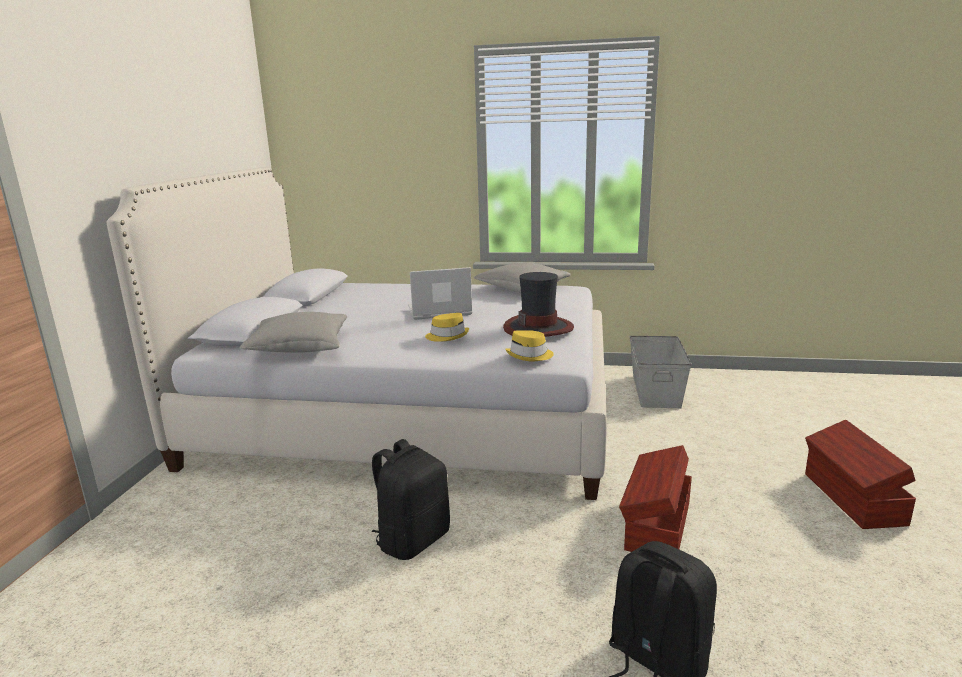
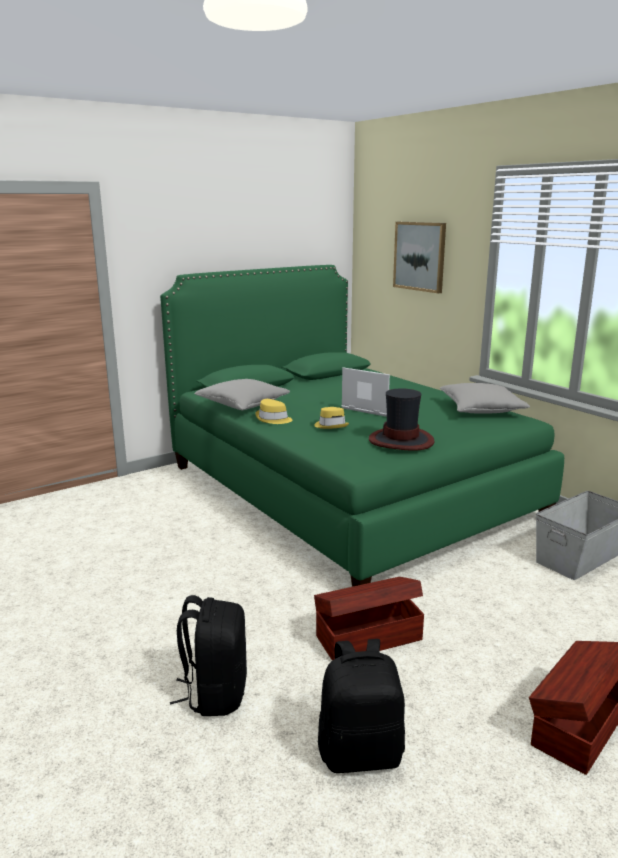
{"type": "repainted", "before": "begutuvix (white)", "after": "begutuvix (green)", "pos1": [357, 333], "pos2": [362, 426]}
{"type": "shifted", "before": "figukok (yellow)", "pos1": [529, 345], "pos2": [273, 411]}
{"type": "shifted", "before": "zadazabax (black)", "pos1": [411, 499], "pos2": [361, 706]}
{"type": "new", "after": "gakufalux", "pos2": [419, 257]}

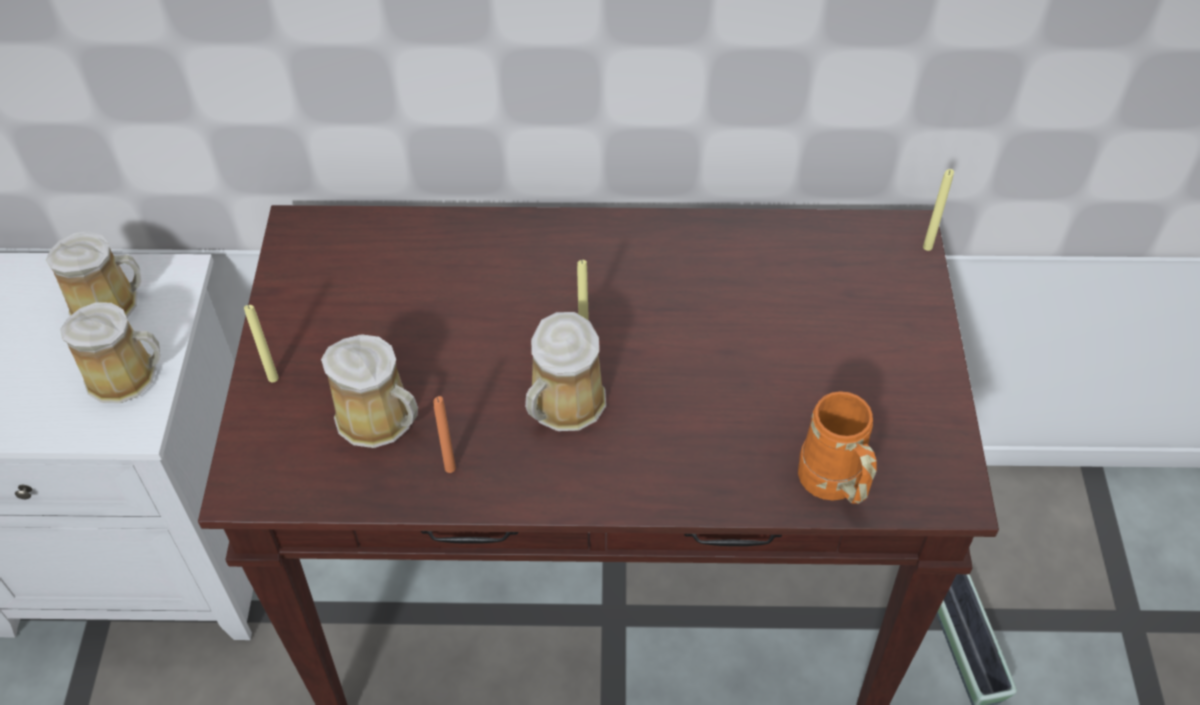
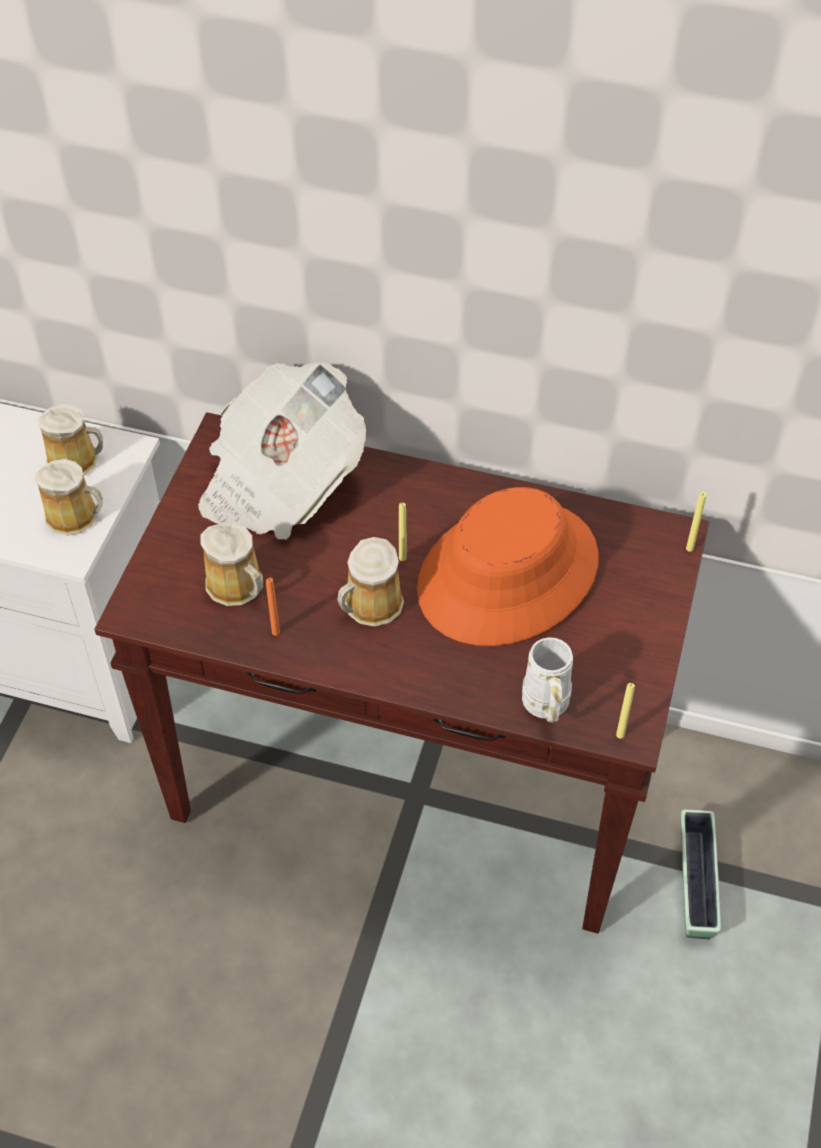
{"type": "new", "after": "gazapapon", "pos2": [282, 451]}
{"type": "new", "after": "figukok (orange)", "pos2": [508, 566]}
{"type": "repainted", "before": "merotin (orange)", "after": "merotin (white)", "pos1": [837, 447], "pos2": [547, 680]}
{"type": "shifted", "before": "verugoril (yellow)", "pos1": [261, 344], "pos2": [625, 711]}

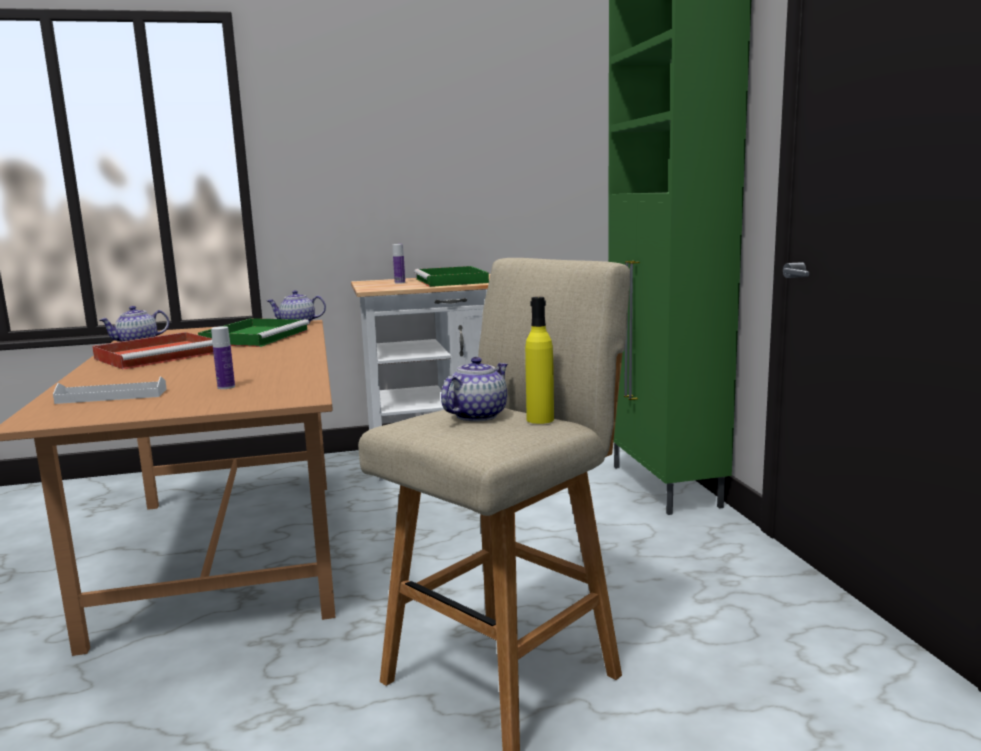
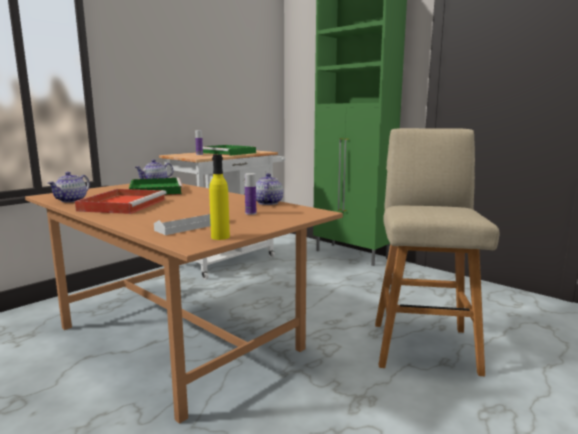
{"type": "shifted", "before": "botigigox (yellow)", "pos1": [539, 360], "pos2": [219, 197]}
{"type": "shifted", "before": "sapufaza", "pos1": [474, 389], "pos2": [269, 189]}

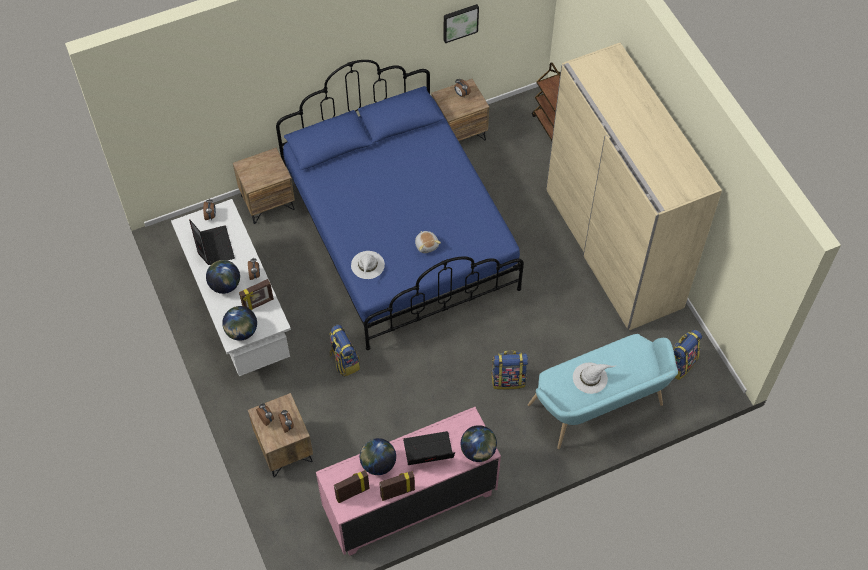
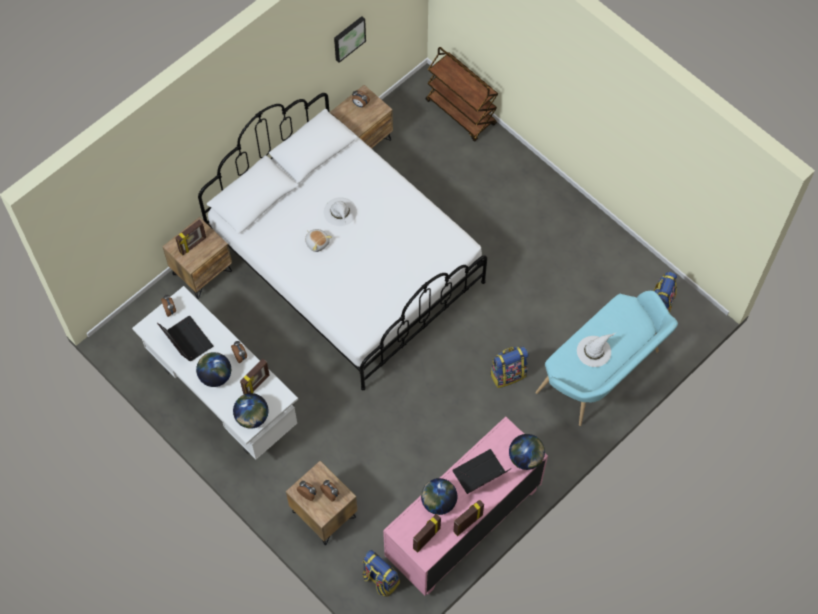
{"type": "new", "after": "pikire", "pos2": [190, 237]}
{"type": "repainted", "before": "begutuvix (blue)", "after": "begutuvix (white)", "pos1": [400, 205], "pos2": [342, 241]}
{"type": "shifted", "before": "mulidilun", "pos1": [428, 242], "pos2": [318, 240]}
{"type": "shifted", "before": "figukok (white)", "pos1": [368, 265], "pos2": [340, 211]}
{"type": "shifted", "before": "zadazabax", "pos1": [344, 350], "pos2": [381, 573]}
{"type": "gone", "before": "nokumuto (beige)", "pos1": [634, 186]}

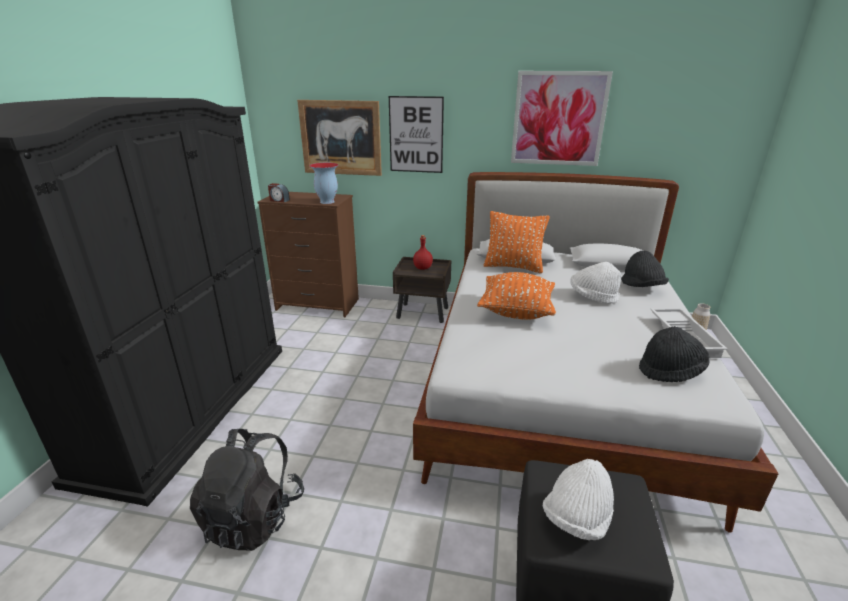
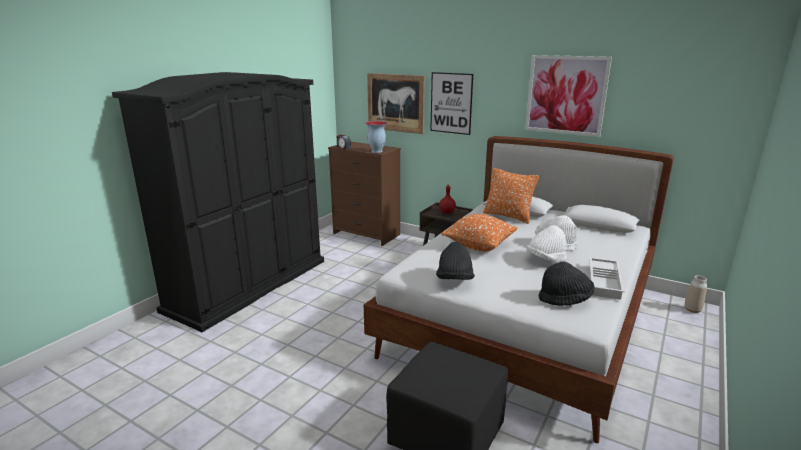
{"type": "shifted", "before": "figukok (black)", "pos1": [645, 268], "pos2": [455, 261]}
{"type": "shifted", "before": "figukok (white)", "pos1": [578, 499], "pos2": [546, 243]}
{"type": "gone", "before": "zadazabax (black)", "pos1": [247, 490]}

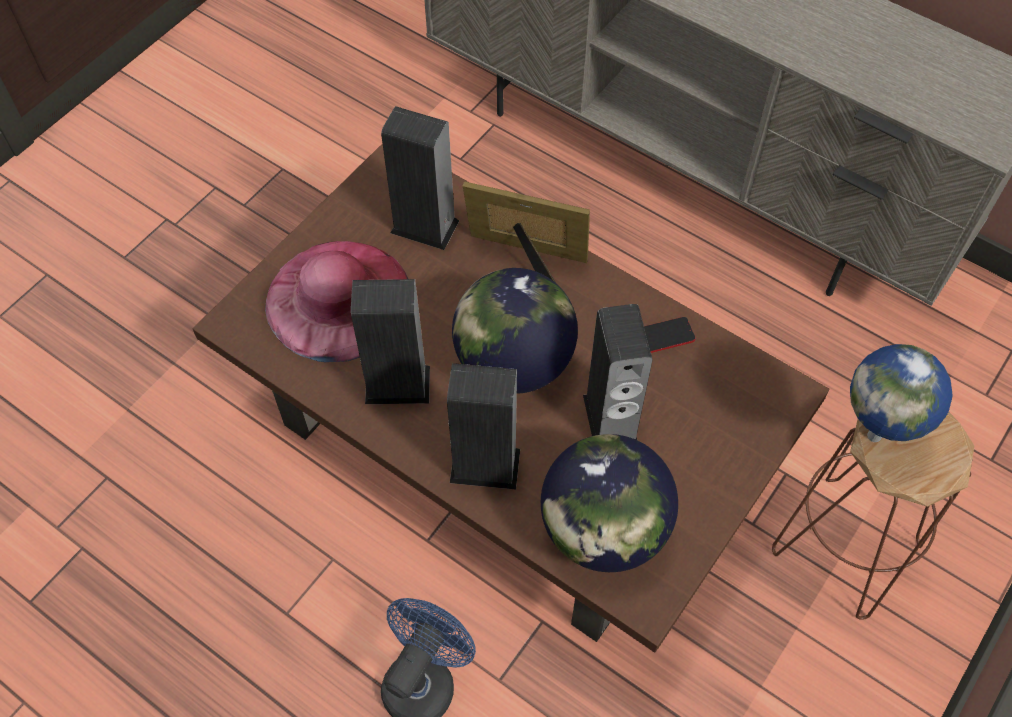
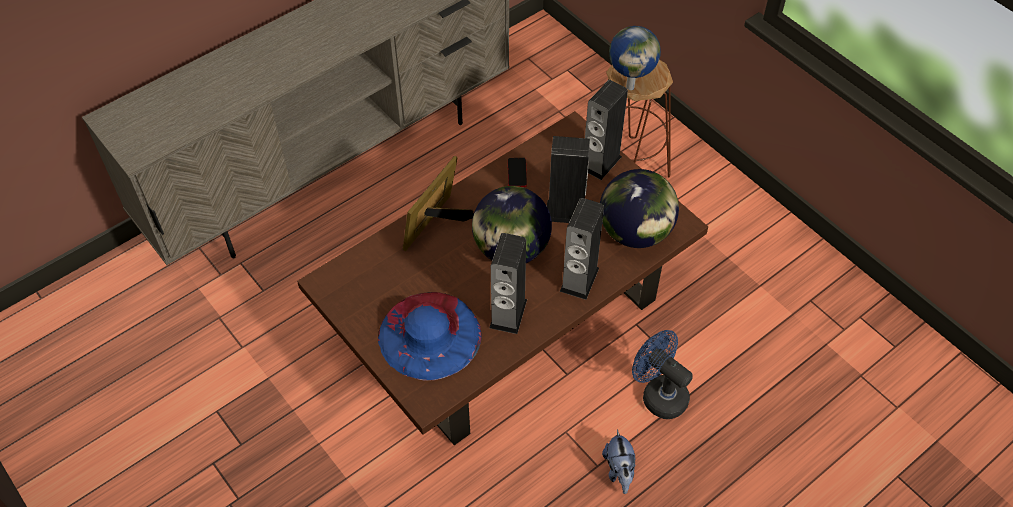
{"type": "repainted", "before": "figukok (pink)", "after": "figukok (blue)", "pos1": [336, 301], "pos2": [430, 336]}
{"type": "shifted", "before": "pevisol", "pos1": [420, 178], "pos2": [606, 130]}
{"type": "new", "after": "mulidilun", "pos2": [619, 462]}

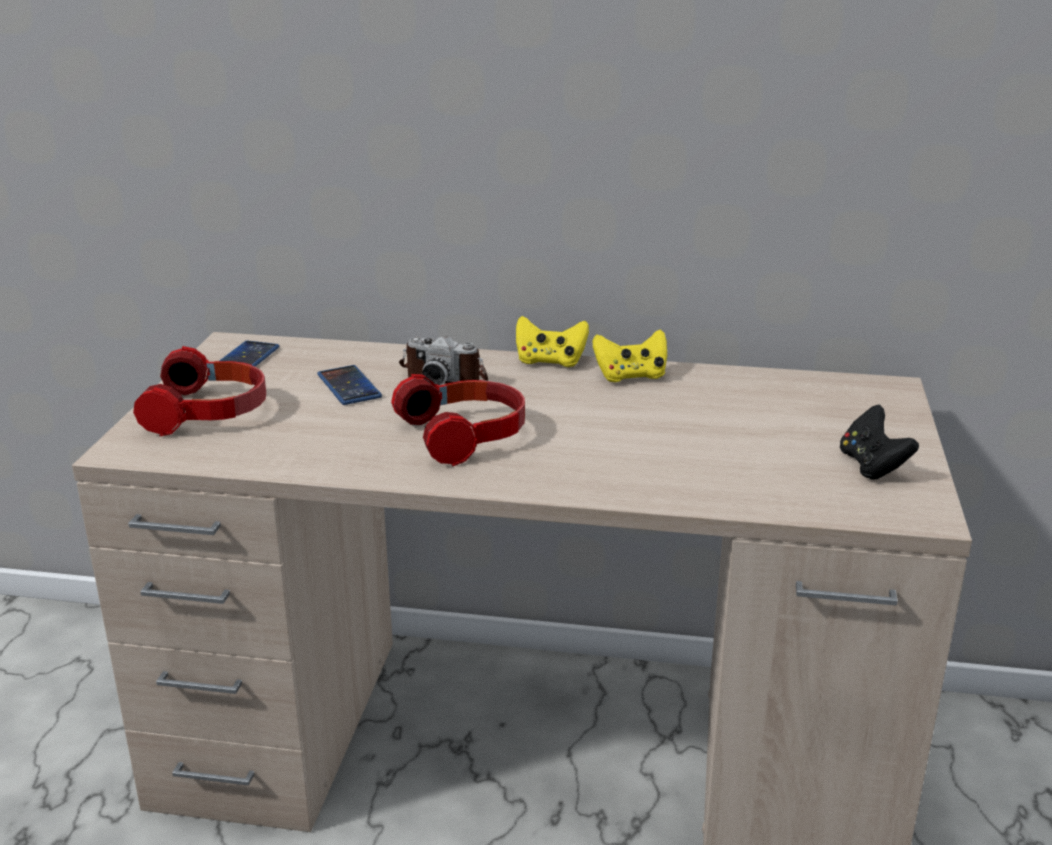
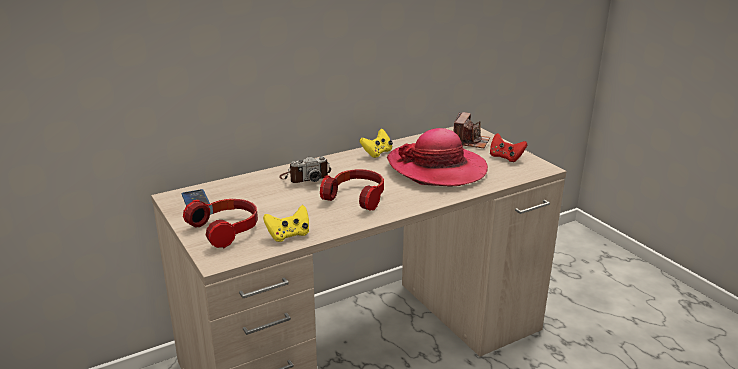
{"type": "shifted", "before": "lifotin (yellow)", "pos1": [552, 341], "pos2": [286, 223]}
{"type": "new", "after": "figukok", "pos2": [437, 157]}
{"type": "new", "after": "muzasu", "pos2": [472, 130]}
{"type": "repainted", "before": "lifotin (black)", "after": "lifotin (red)", "pos1": [879, 442], "pos2": [508, 147]}
{"type": "gone", "before": "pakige", "pos1": [349, 385]}

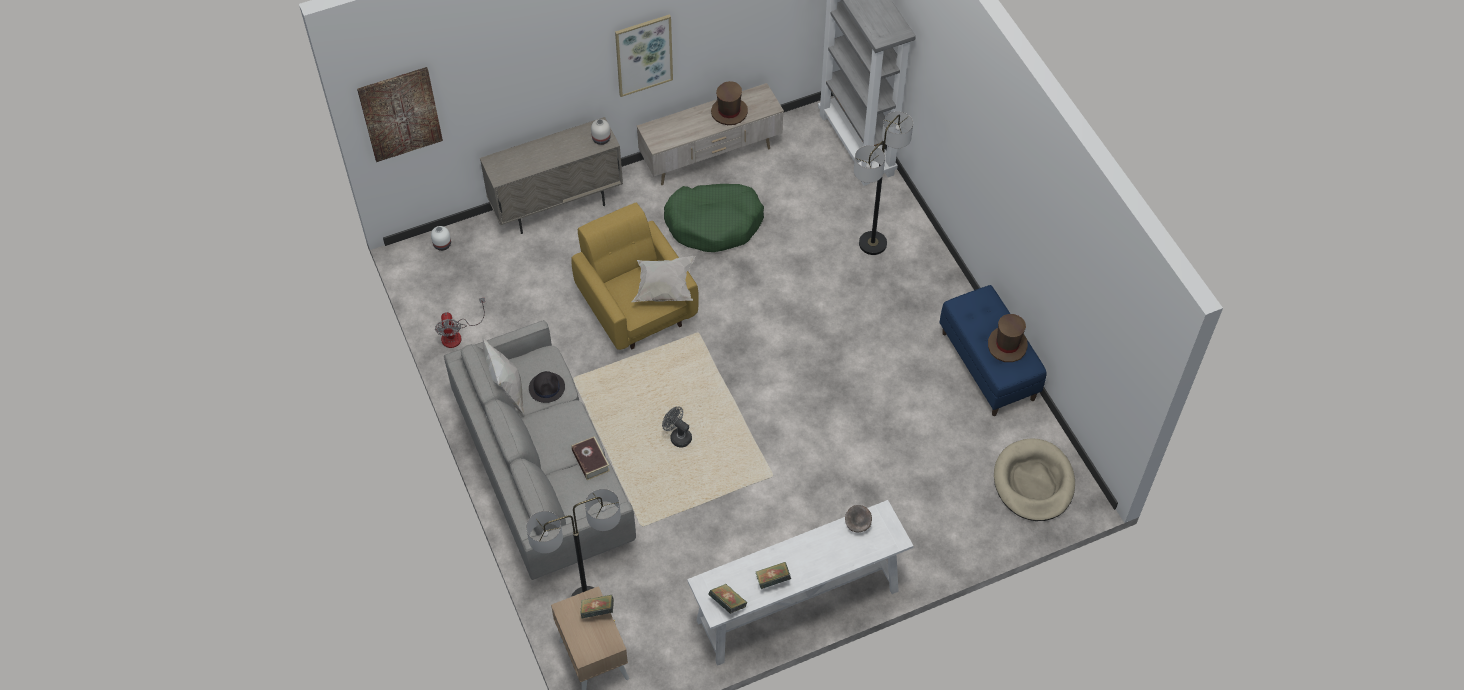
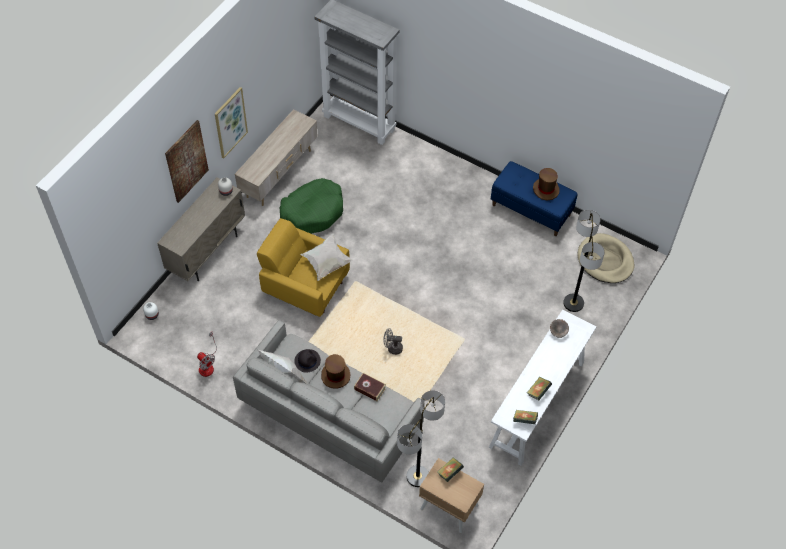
{"type": "shifted", "before": "gakufalux", "pos1": [400, 114], "pos2": [187, 161]}
{"type": "shifted", "before": "figukok (brown)", "pos1": [729, 103], "pos2": [336, 371]}
{"type": "shifted", "before": "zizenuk", "pos1": [883, 183], "pos2": [584, 261]}

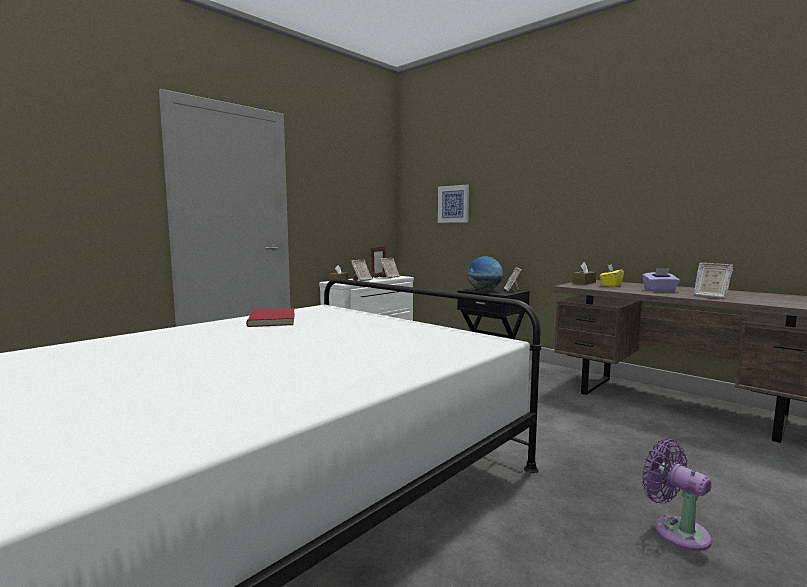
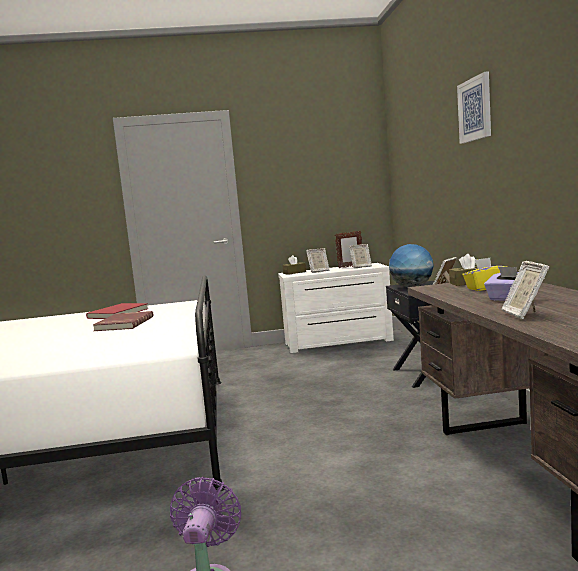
{"type": "new", "after": "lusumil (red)", "pos2": [123, 321]}
{"type": "shifted", "before": "gakufalux", "pos1": [453, 203], "pos2": [474, 107]}

